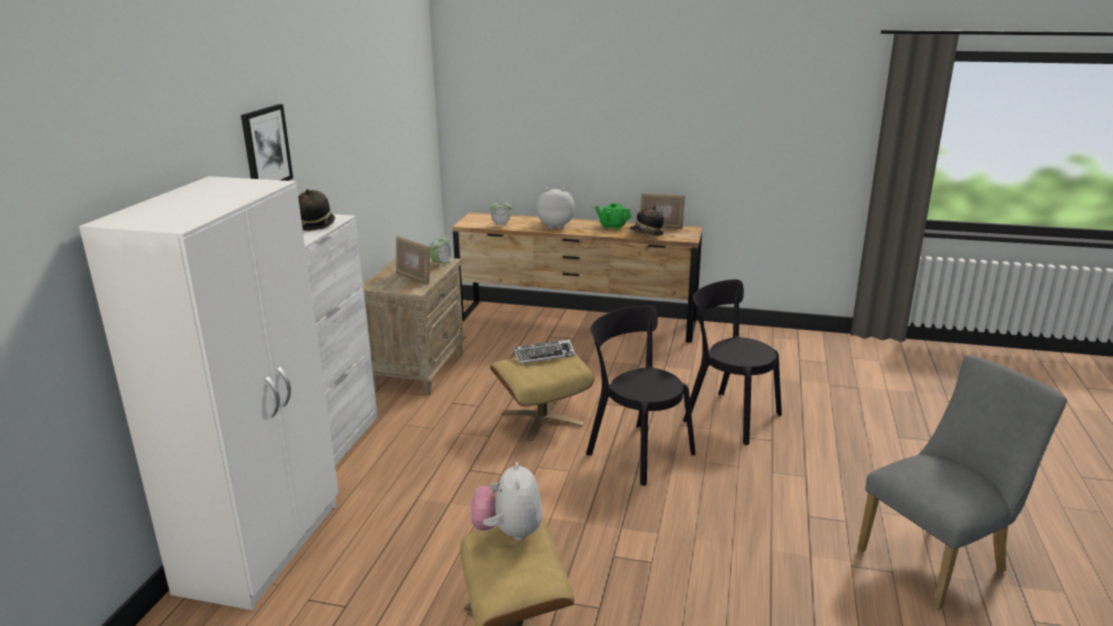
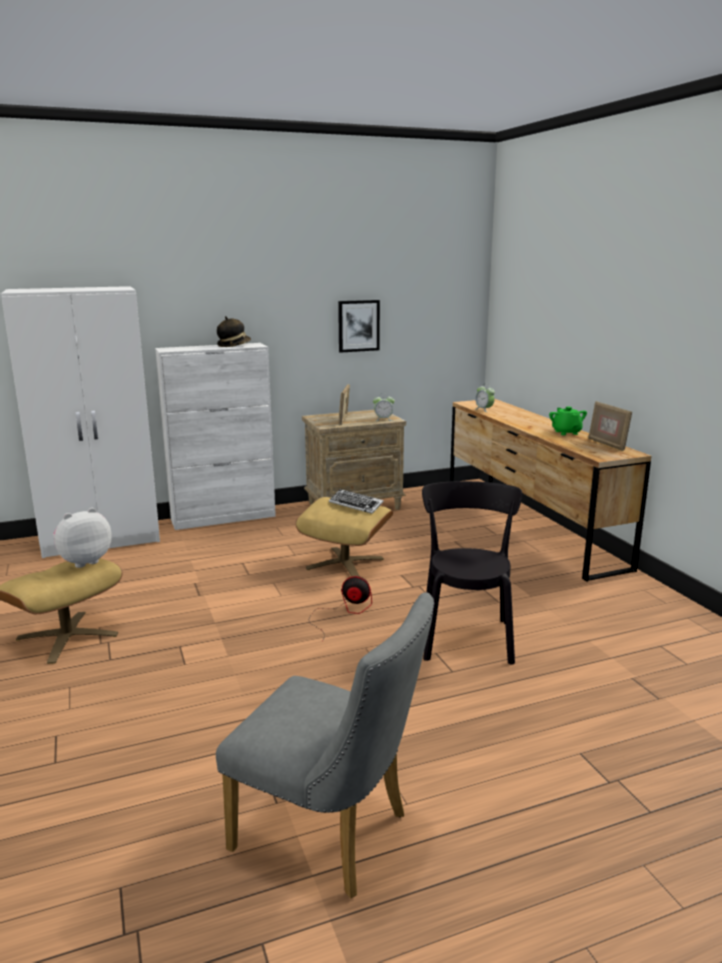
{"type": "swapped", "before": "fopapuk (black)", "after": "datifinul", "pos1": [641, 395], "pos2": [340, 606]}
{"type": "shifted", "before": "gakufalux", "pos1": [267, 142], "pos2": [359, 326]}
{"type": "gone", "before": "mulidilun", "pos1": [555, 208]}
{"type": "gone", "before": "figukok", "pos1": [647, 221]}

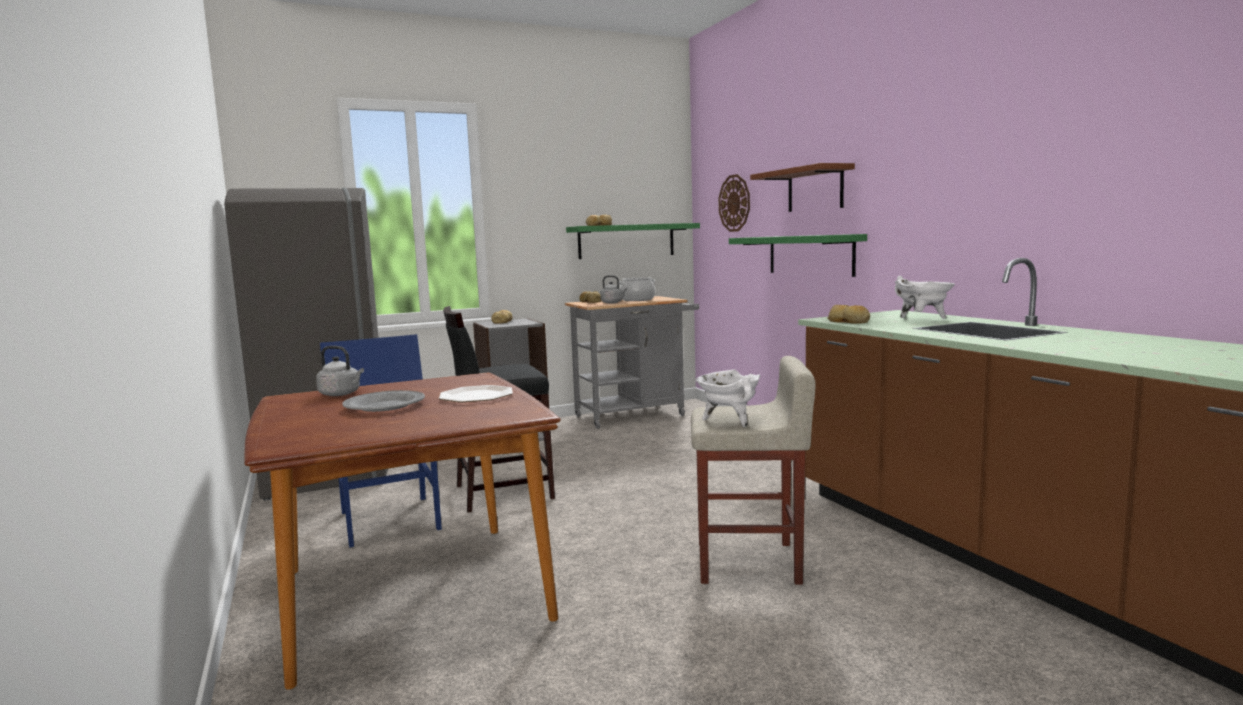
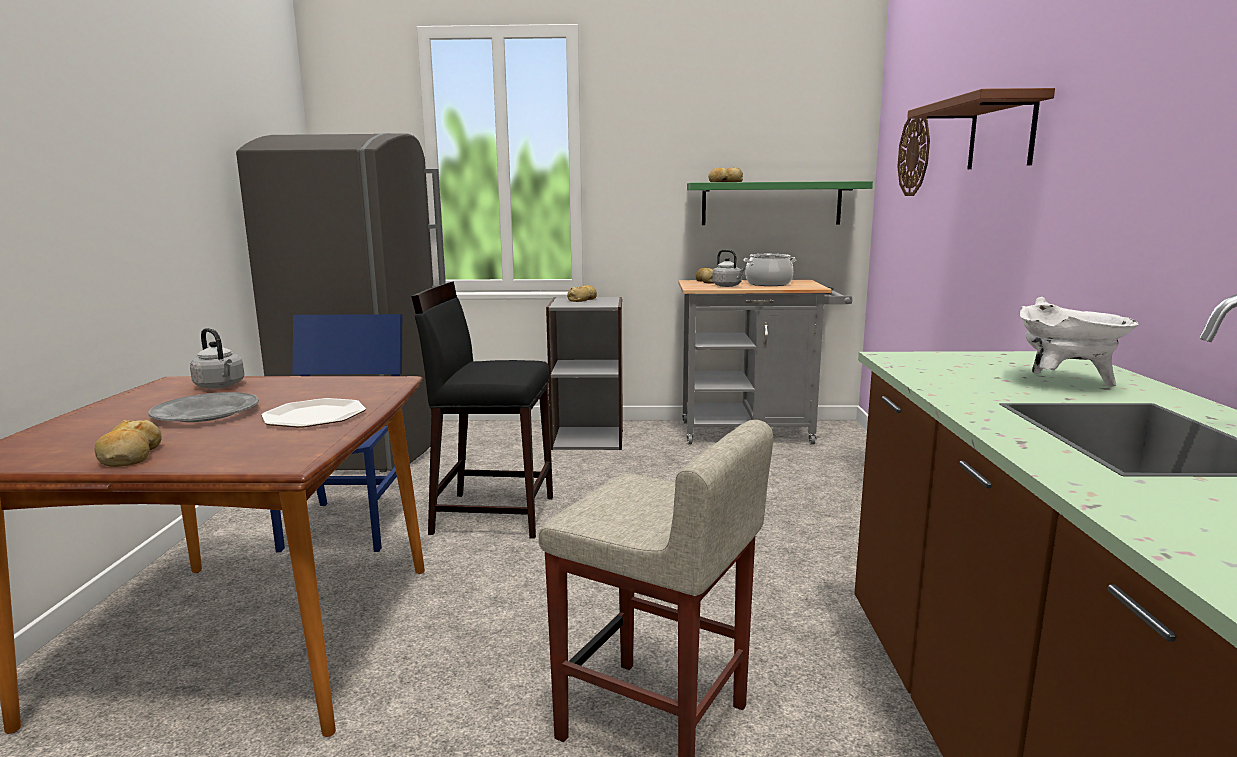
{"type": "shifted", "before": "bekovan", "pos1": [848, 314], "pos2": [128, 443]}
{"type": "gone", "before": "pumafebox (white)", "pos1": [728, 398]}
{"type": "gone", "before": "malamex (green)", "pos1": [798, 255]}

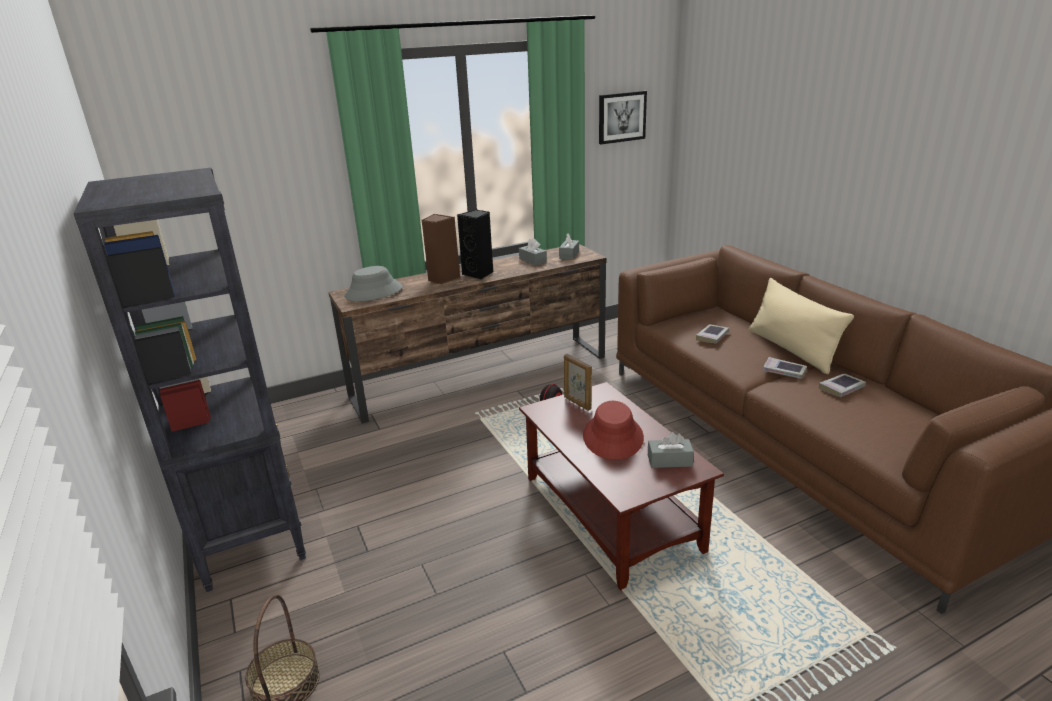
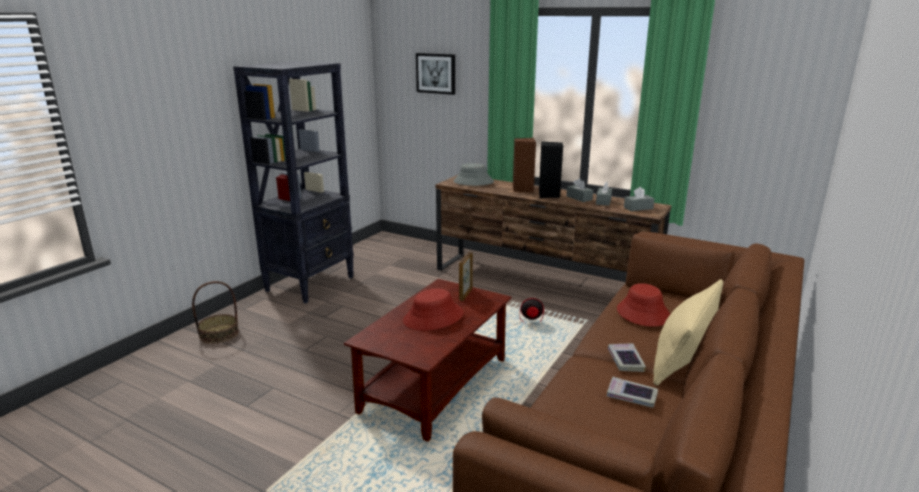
{"type": "shifted", "before": "gakufalux", "pos1": [623, 117], "pos2": [435, 74]}
{"type": "shifted", "before": "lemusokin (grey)", "pos1": [671, 450], "pos2": [579, 190]}
{"type": "swapped", "before": "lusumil", "after": "figukok (red)", "pos1": [712, 334], "pos2": [643, 305]}

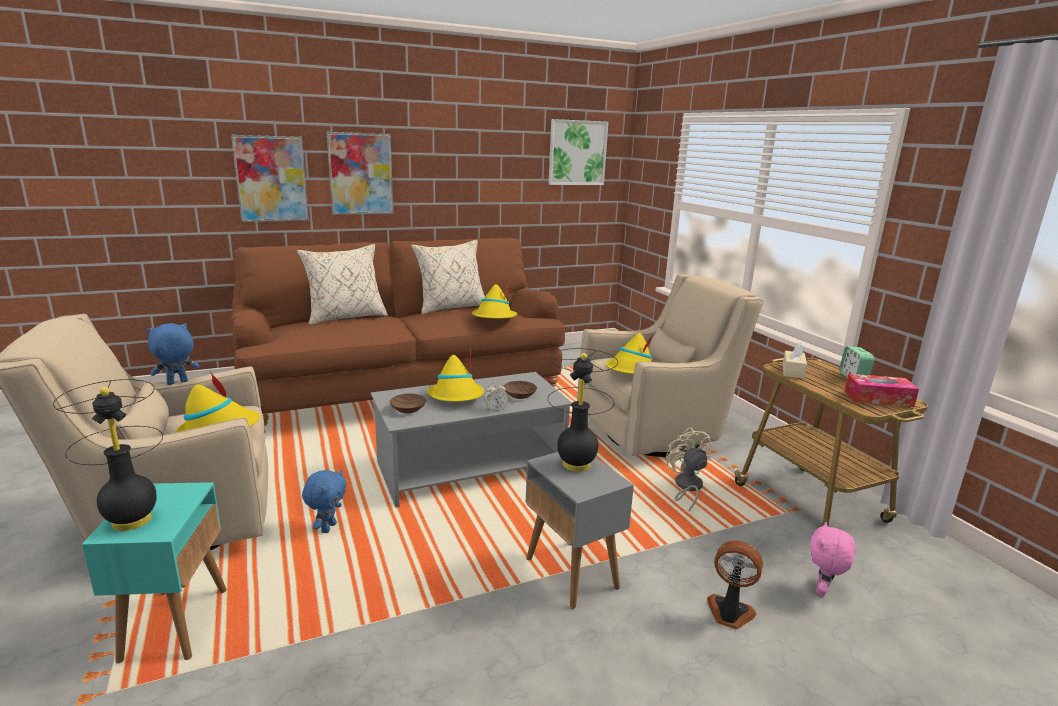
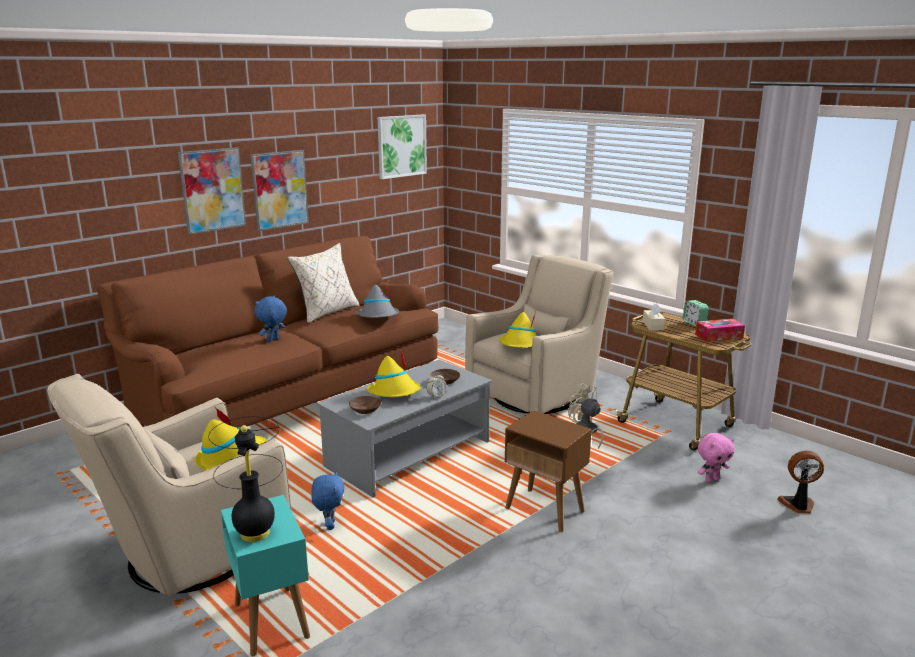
{"type": "shifted", "before": "gakufalux", "pos1": [270, 178], "pos2": [279, 190]}
{"type": "shifted", "before": "mulidilun (blue)", "pos1": [173, 354], "pos2": [271, 319]}
{"type": "repainted", "before": "figukok (yellow)", "after": "figukok (grey)", "pos1": [494, 300], "pos2": [377, 301]}
{"type": "repainted", "before": "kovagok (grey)", "after": "kovagok (brown)", "pos1": [580, 530], "pos2": [548, 471]}
{"type": "rotated", "before": "mulidilun (pink)", "pos1": [832, 559], "pos2": [716, 457], "turn": -120}
{"type": "shifted", "before": "datifinul", "pos1": [735, 585], "pos2": [800, 482]}
{"type": "gone", "before": "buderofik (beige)", "pos1": [342, 284]}
{"type": "gone", "before": "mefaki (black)", "pos1": [583, 410]}

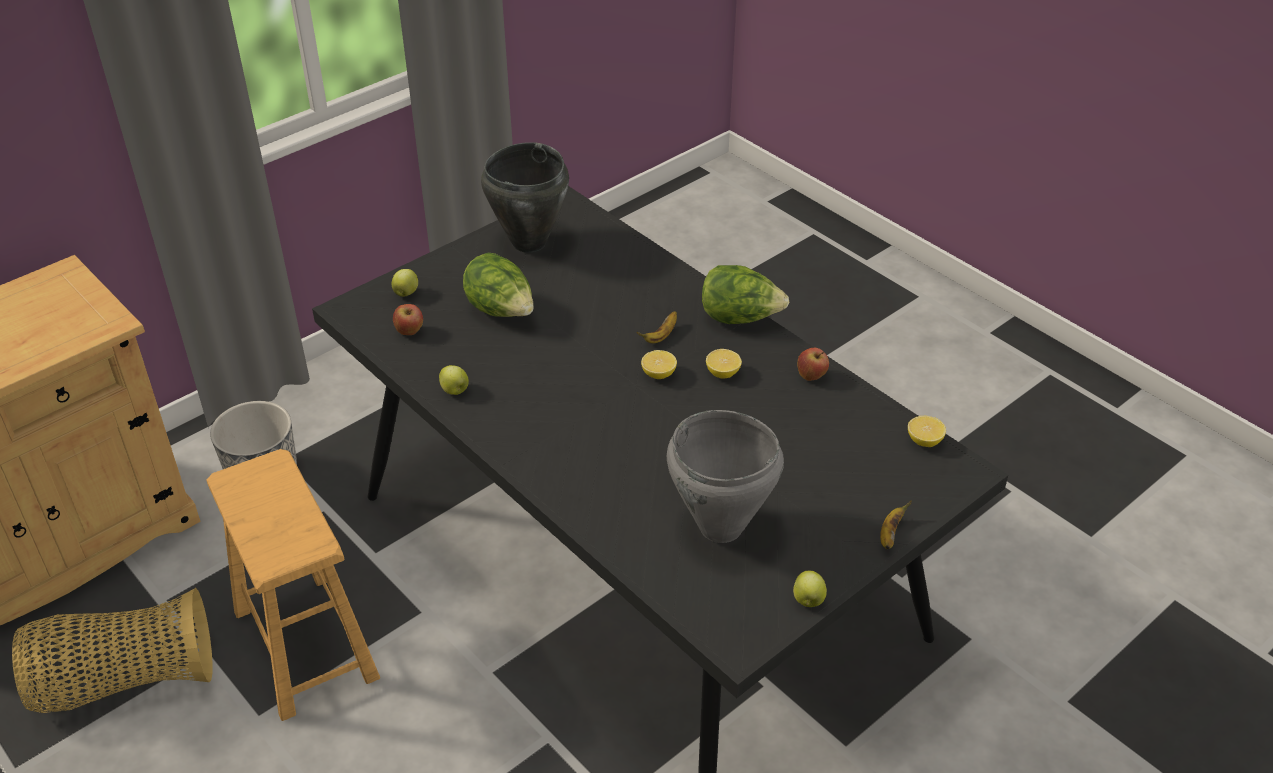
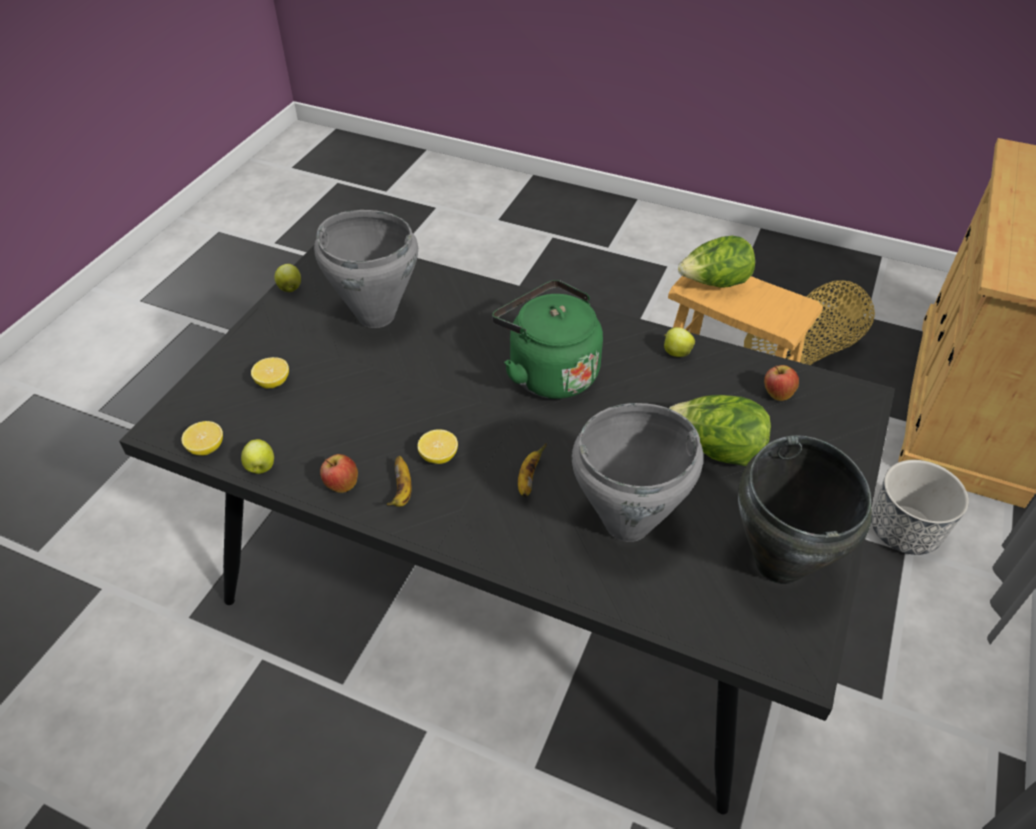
{"type": "shifted", "before": "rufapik", "pos1": [405, 283], "pos2": [257, 456]}
{"type": "shifted", "before": "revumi", "pos1": [659, 364], "pos2": [270, 372]}
{"type": "shifted", "before": "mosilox", "pos1": [896, 525], "pos2": [399, 481]}
{"type": "new", "after": "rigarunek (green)", "pos2": [547, 339]}
{"type": "new", "after": "pumafebox (grey)", "pos2": [637, 472]}
{"type": "shifted", "before": "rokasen", "pos1": [745, 294], "pos2": [716, 262]}

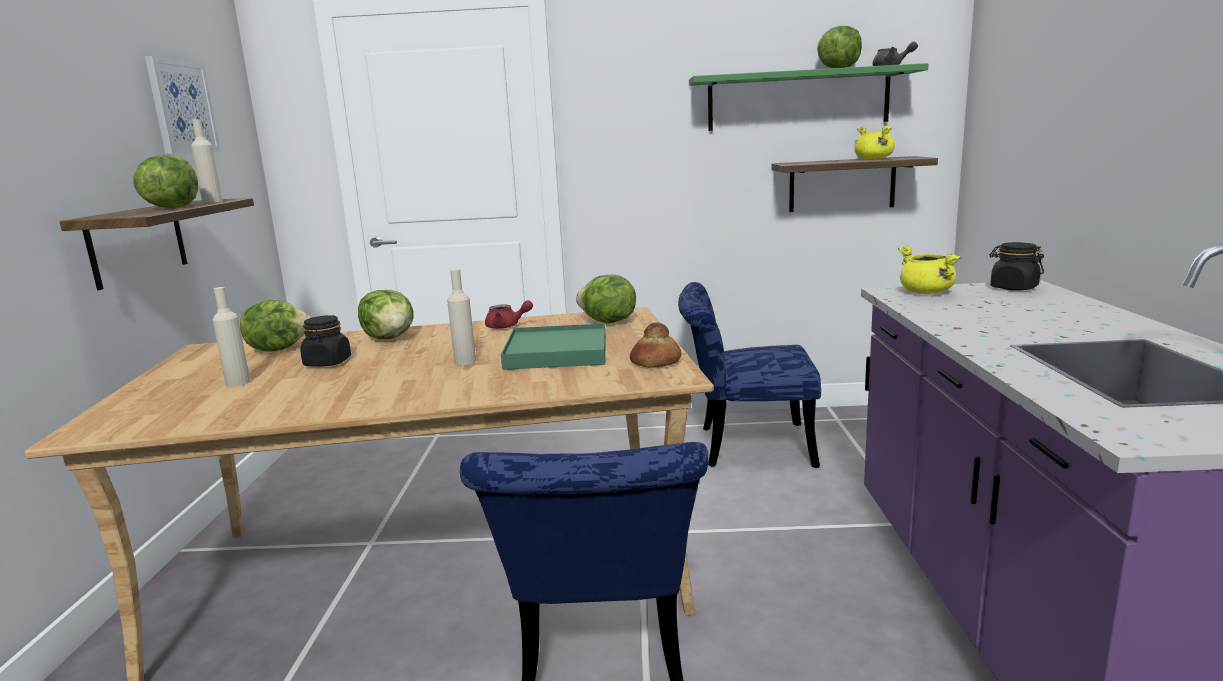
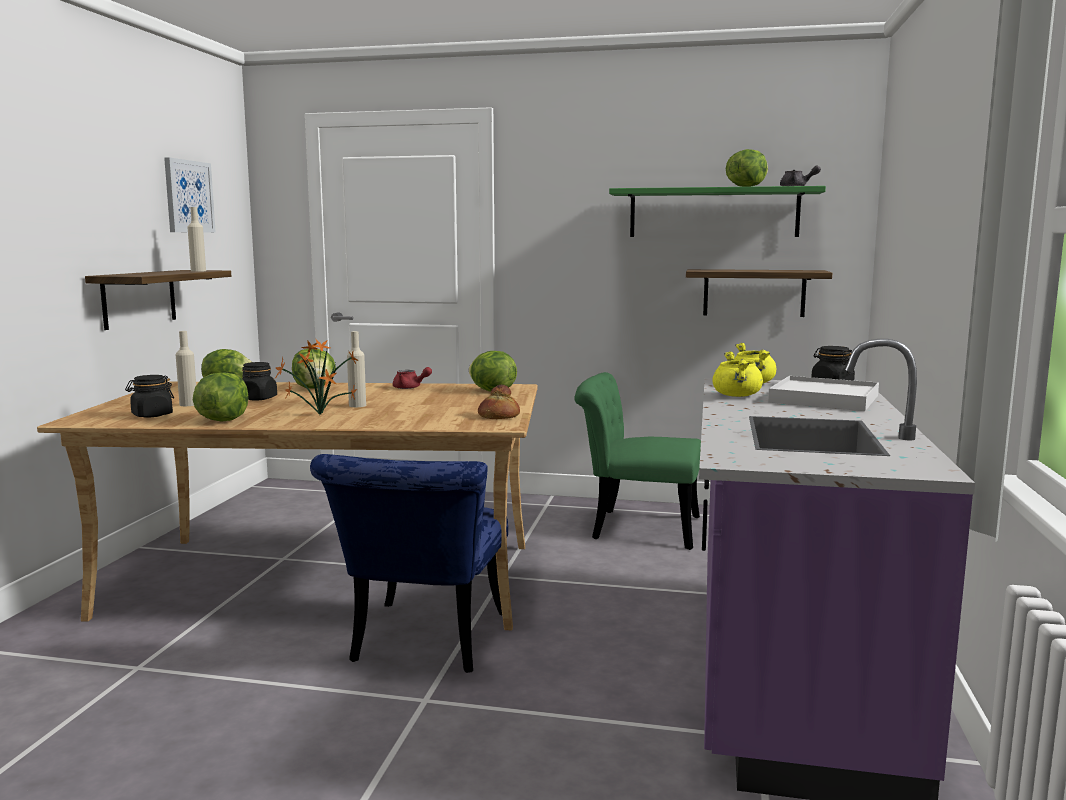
{"type": "new", "after": "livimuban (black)", "pos2": [149, 396]}
{"type": "shifted", "before": "rokasen", "pos1": [165, 181], "pos2": [220, 397]}
{"type": "new", "after": "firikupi", "pos2": [316, 377]}
{"type": "repainted", "before": "fopapuk (blue)", "after": "fopapuk (green)", "pos1": [749, 375], "pos2": [637, 461]}
{"type": "shifted", "before": "pumafebox (yellow)", "pos1": [874, 143], "pos2": [737, 374]}
{"type": "new", "after": "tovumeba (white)", "pos2": [823, 393]}
{"type": "gone", "before": "tovumeba (green)", "pos1": [553, 346]}

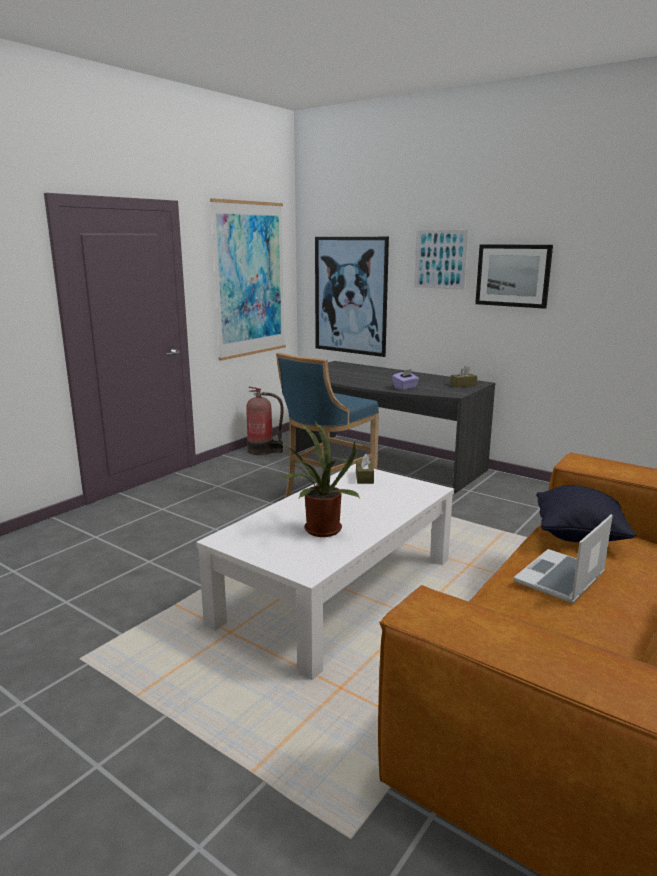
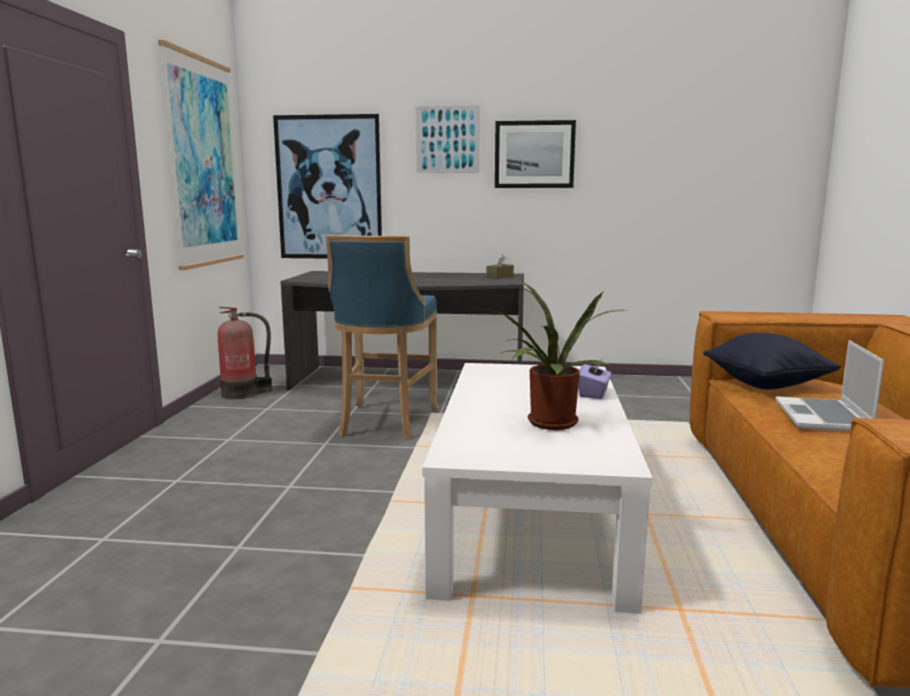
{"type": "shifted", "before": "lemusokin (purple)", "pos1": [405, 379], "pos2": [594, 379]}
{"type": "gone", "before": "lemusokin (brown)", "pos1": [365, 469]}

